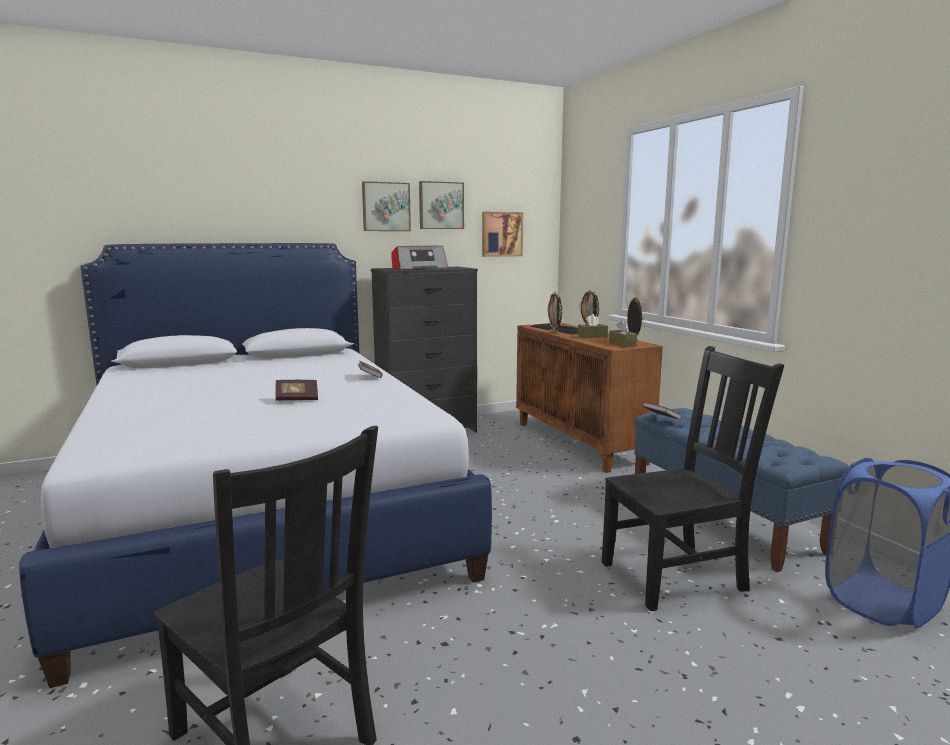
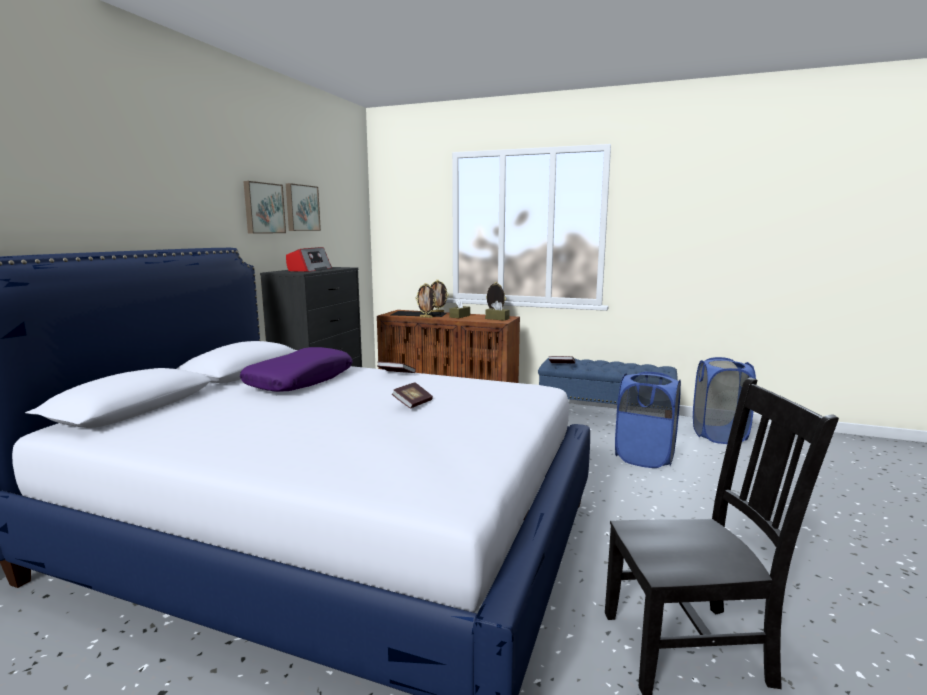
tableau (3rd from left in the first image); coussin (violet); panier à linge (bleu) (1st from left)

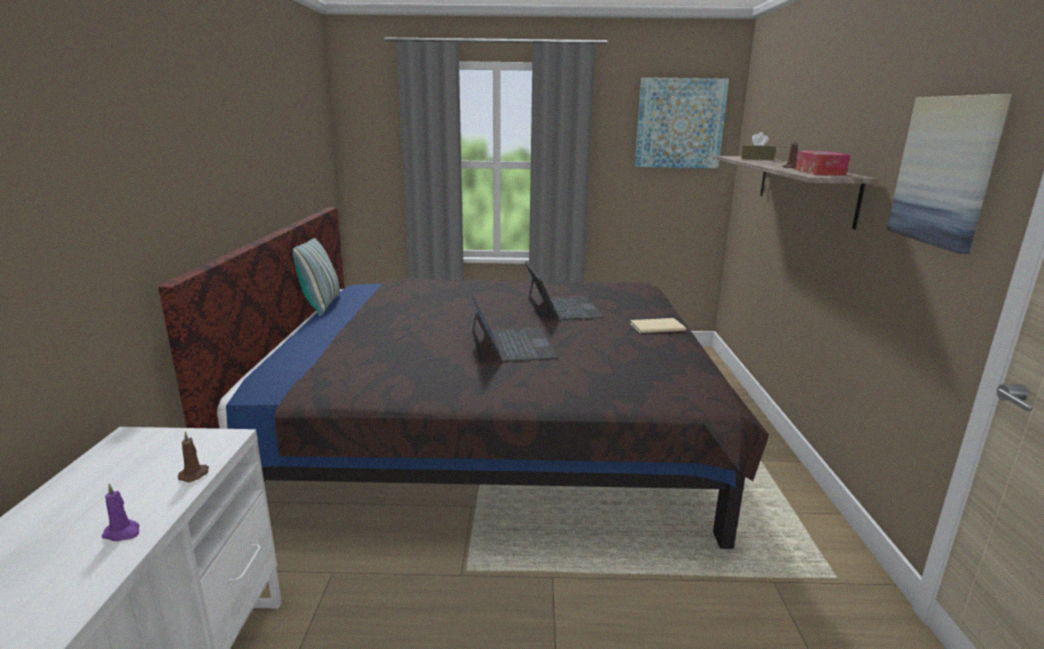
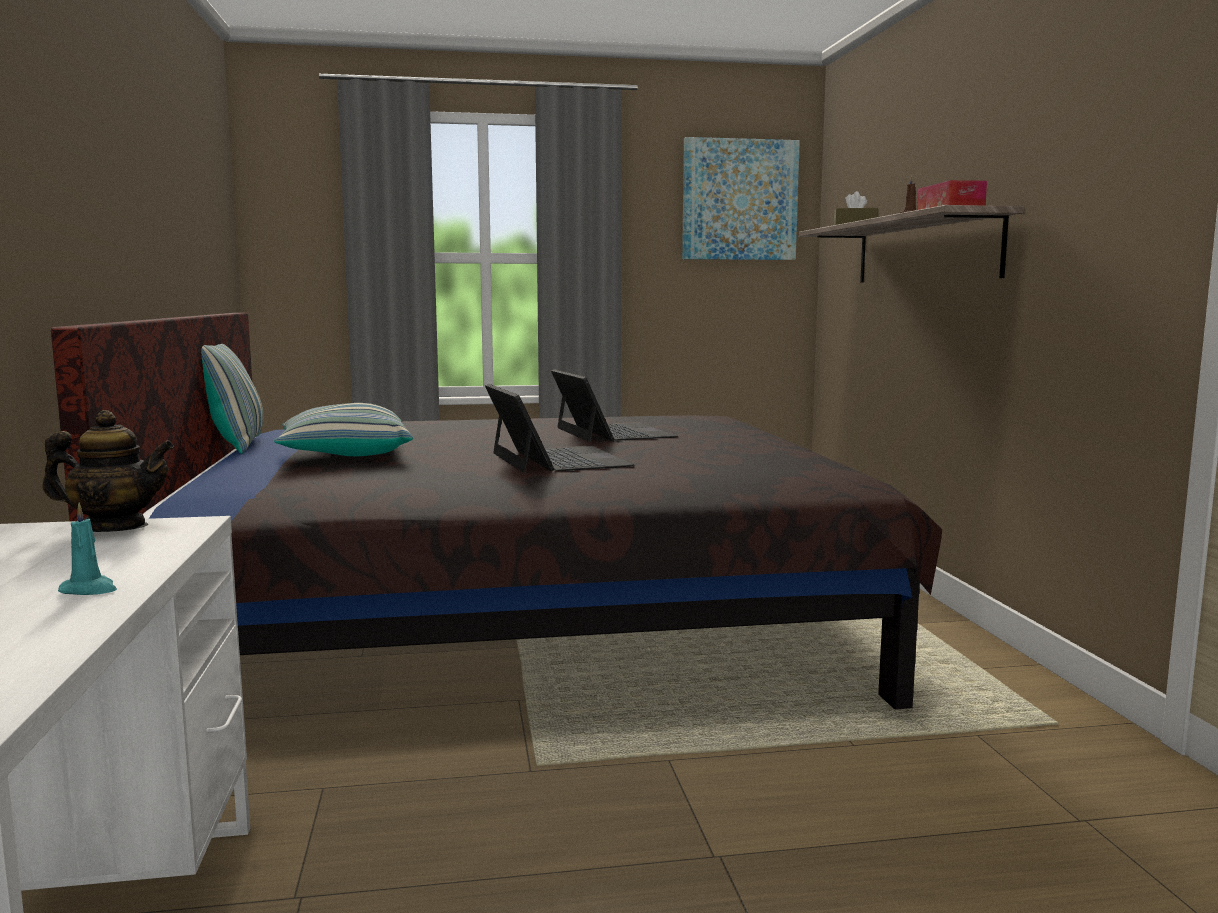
bougie (marron) (1st from left in the first image); livre (beige); tableau (2nd from left in the first image); théière; coussin (2nd from left); bougie (turquoise)

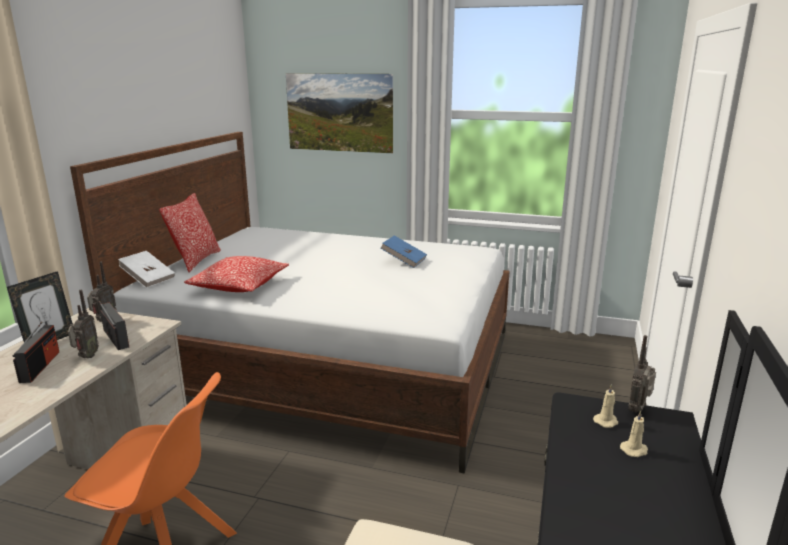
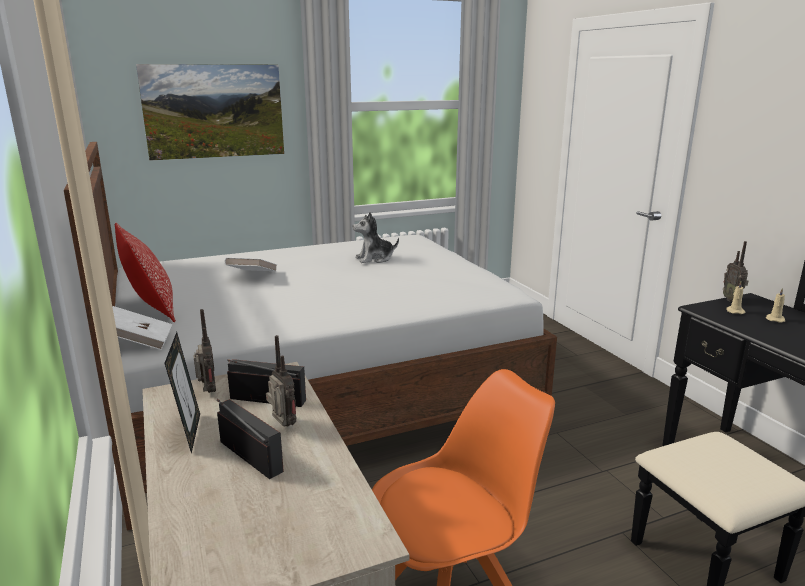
coussin (2nd from left in the first image); livre (blanc) (2nd from left); peluche

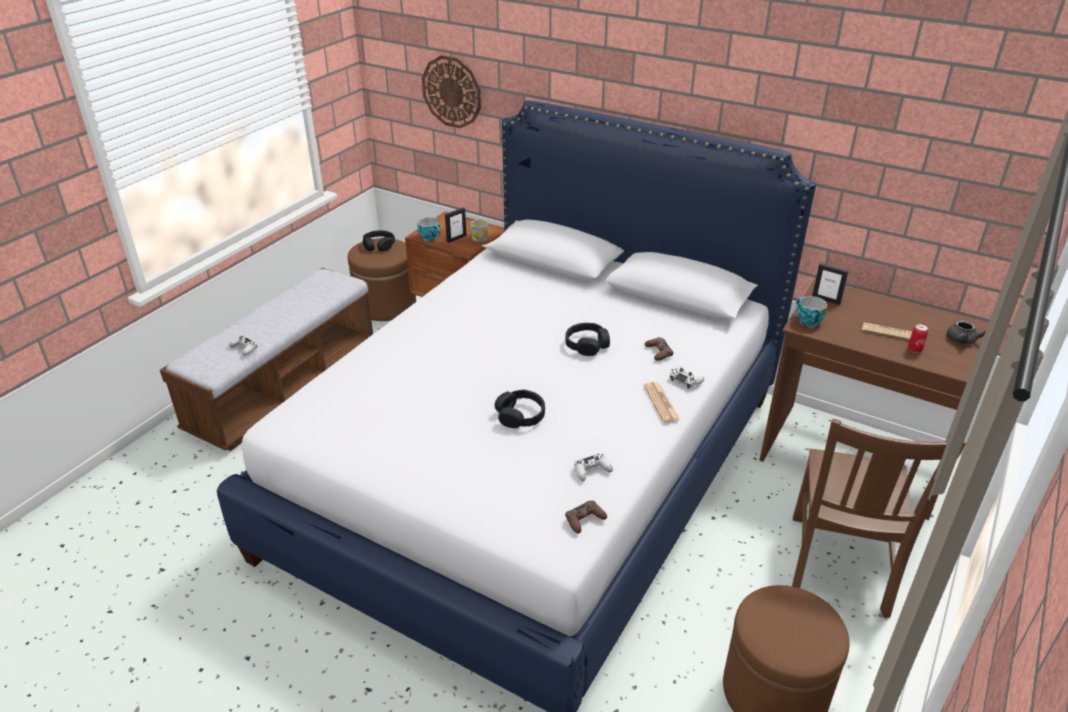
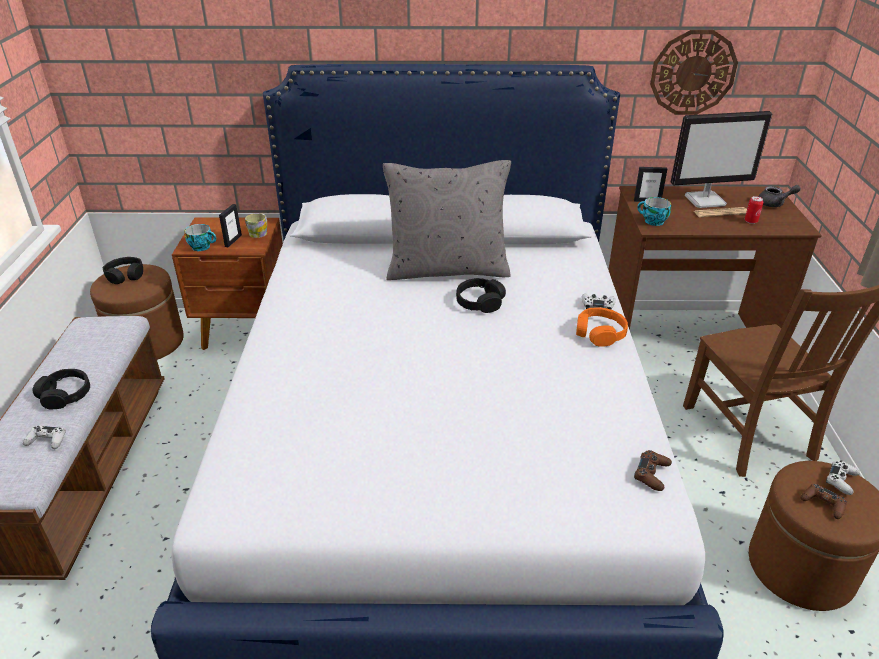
coussin (gris); écran d'ordinateur; horloge murale; casque audio (noir) (1st from left); manette (blanc) (3rd from left); manette (marron) (2nd from left); casque audio (orange)

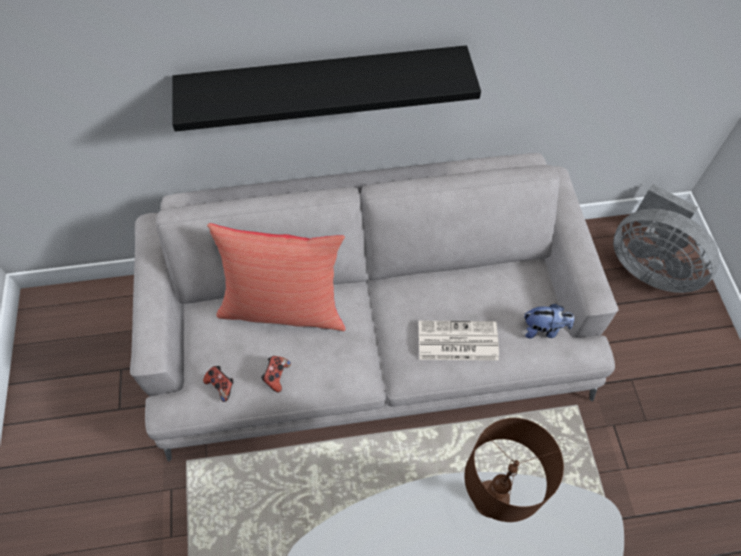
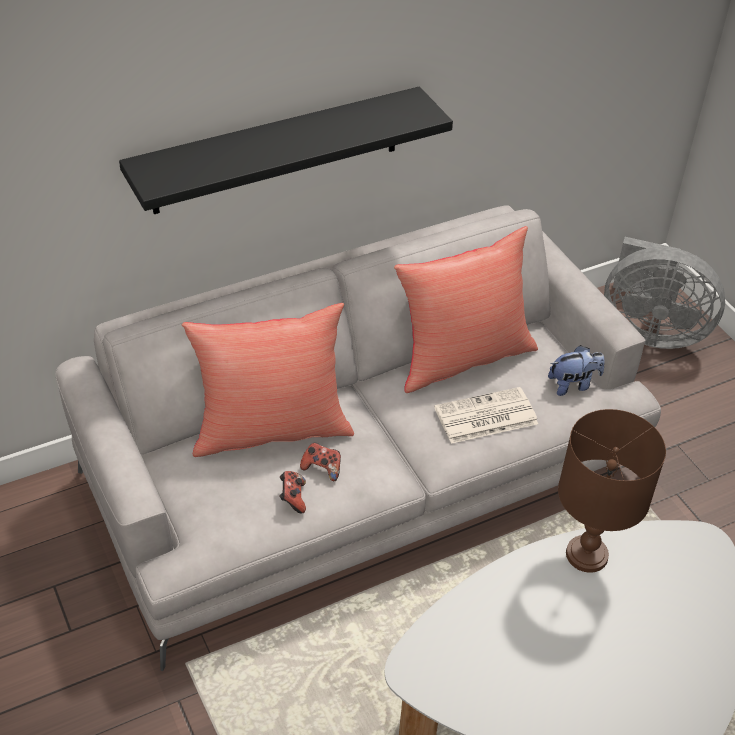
coussin (rouge) (2nd from left); manette (2nd from left)

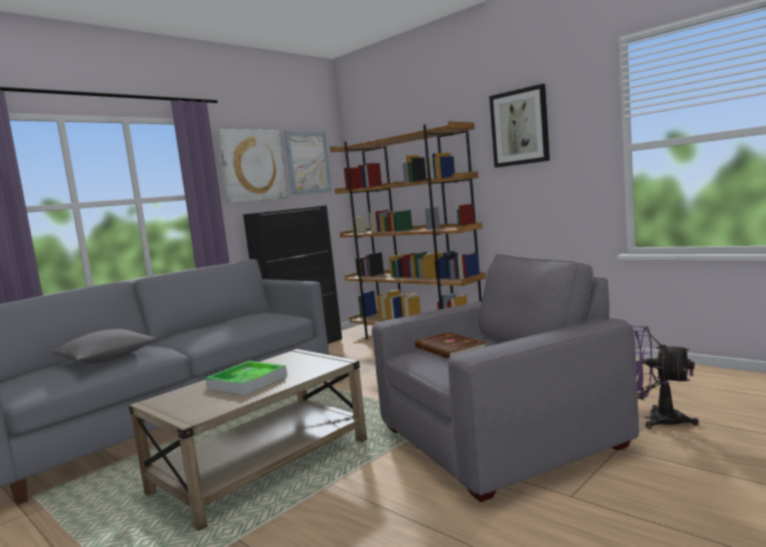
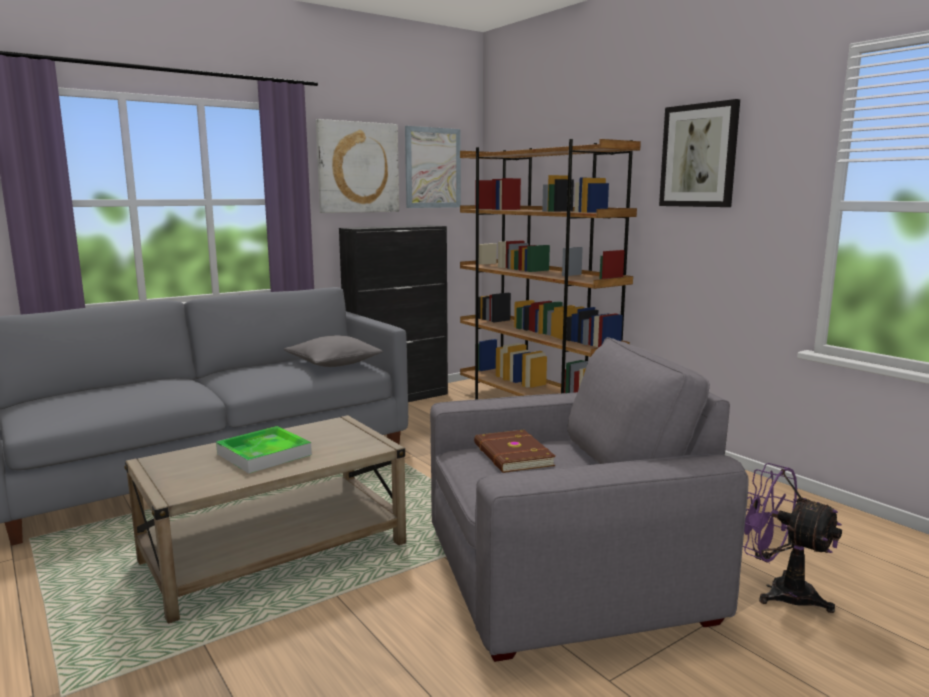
coussin (gris)

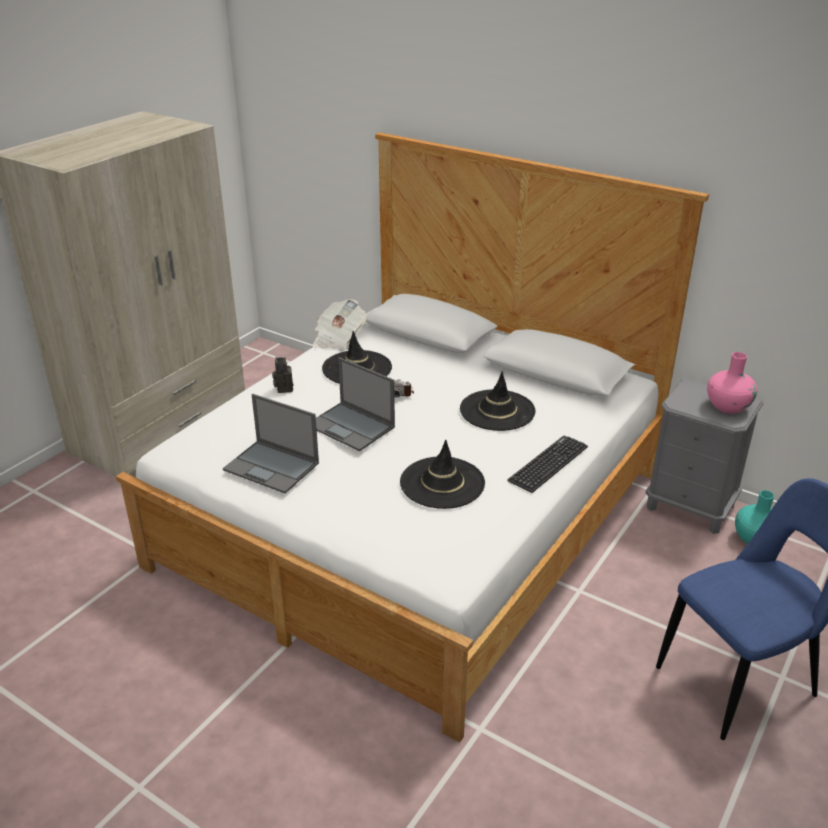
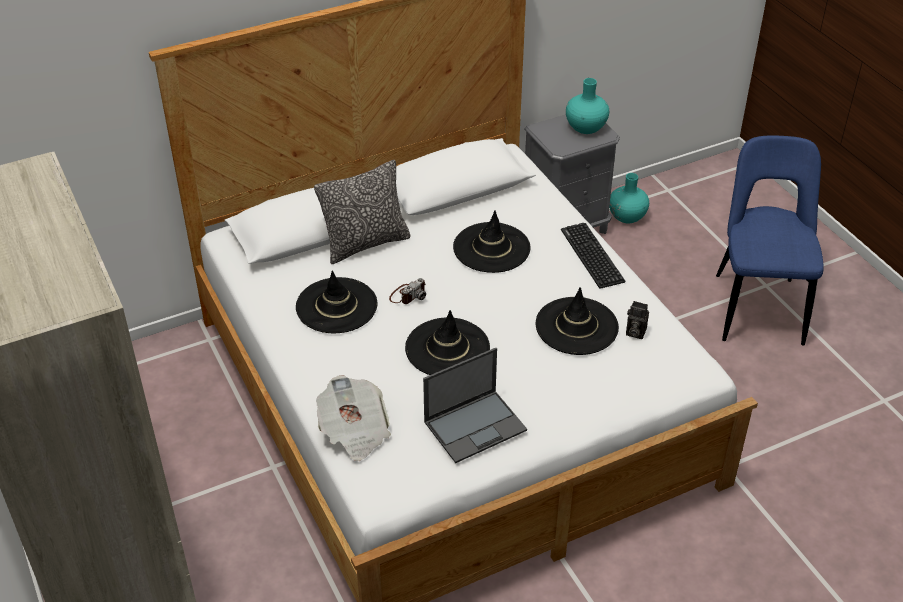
coussin; appareil photo (2nd from left); journal; chapeau (noir) (2nd from left); vase (turquoise) (1st from left)

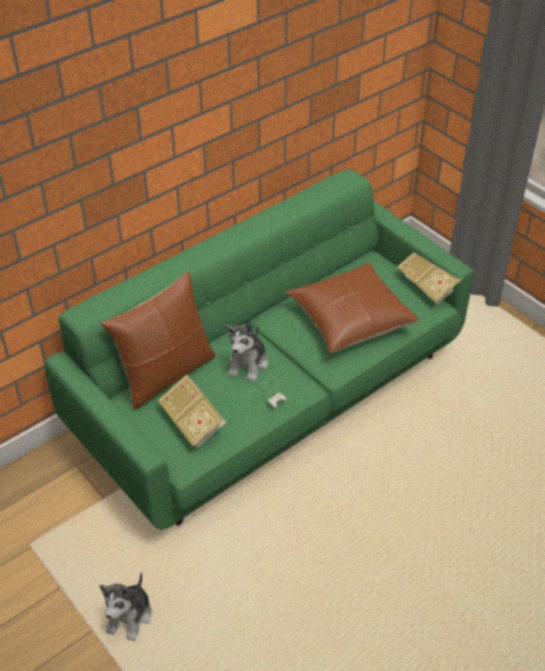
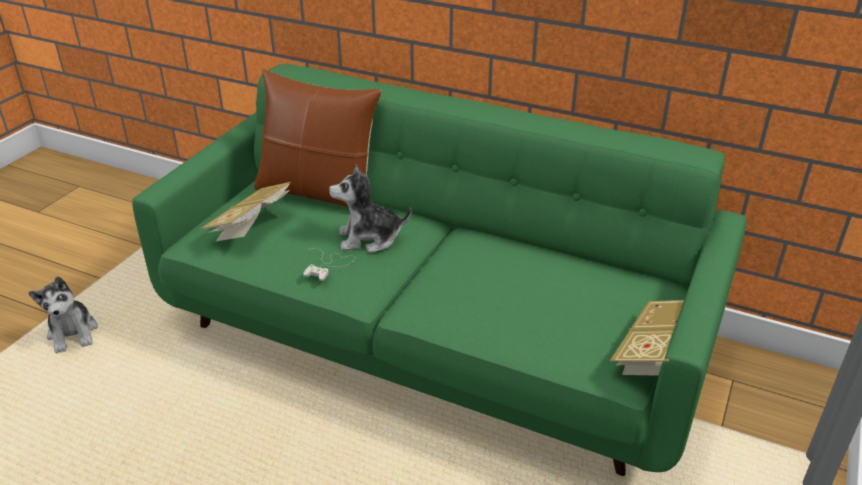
coussin (marron) (2nd from left in the first image); peluche (1st from left)

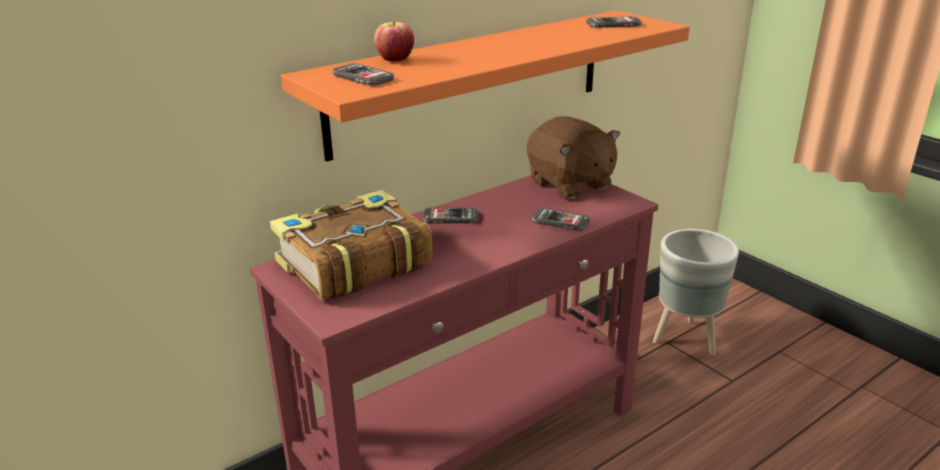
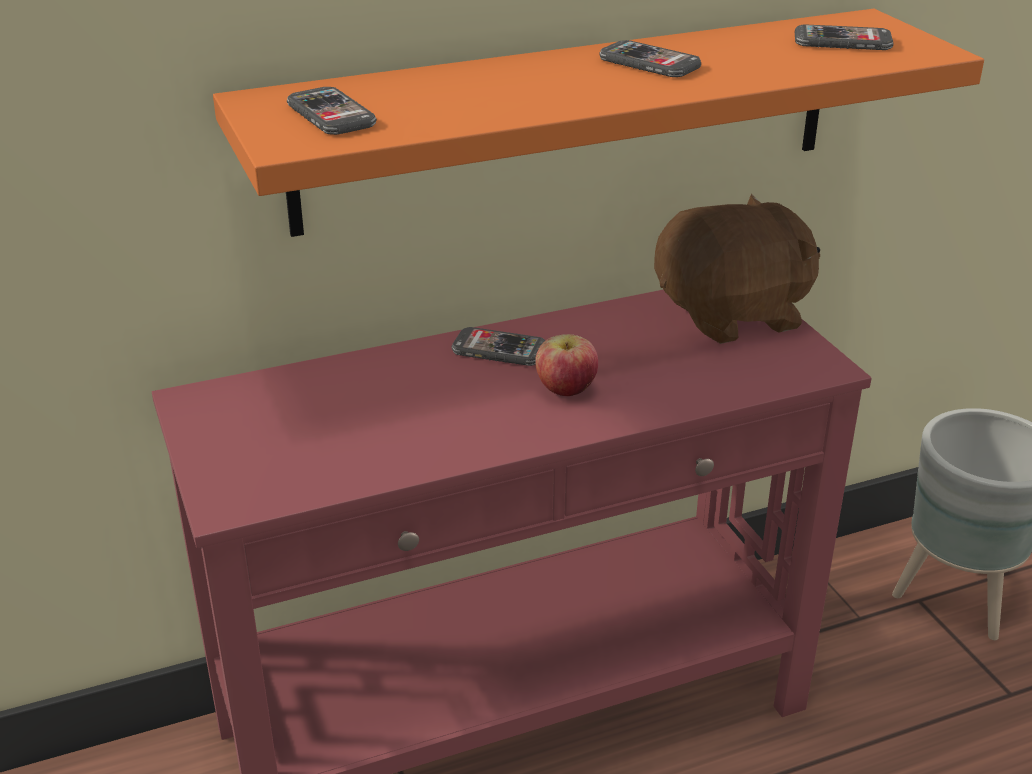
livre; pomme; téléphone (3rd from left); peluche (marron)

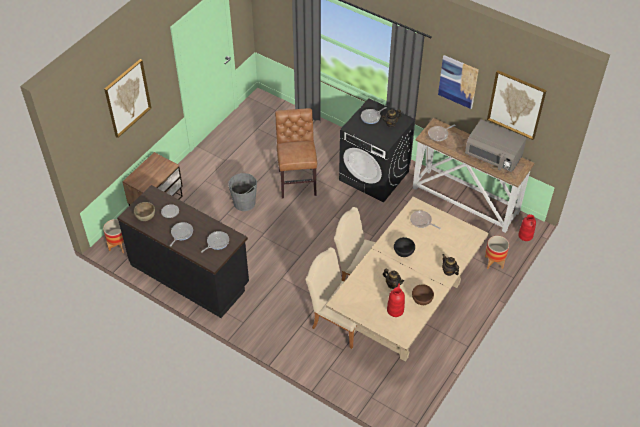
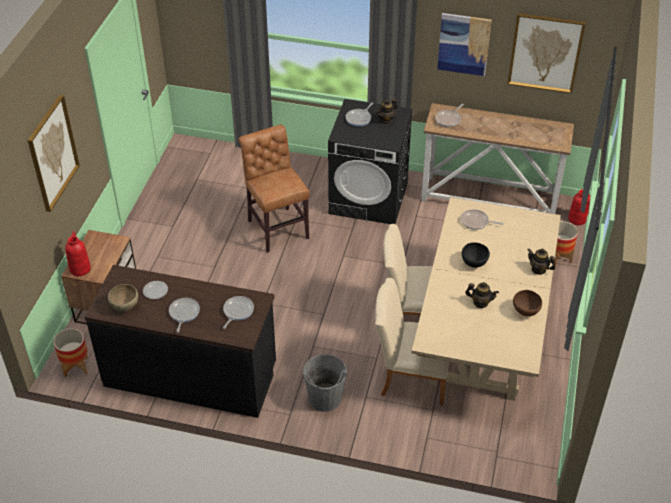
micro-ondes (gris); seau (gris); vase (rouge) (1st from left)

